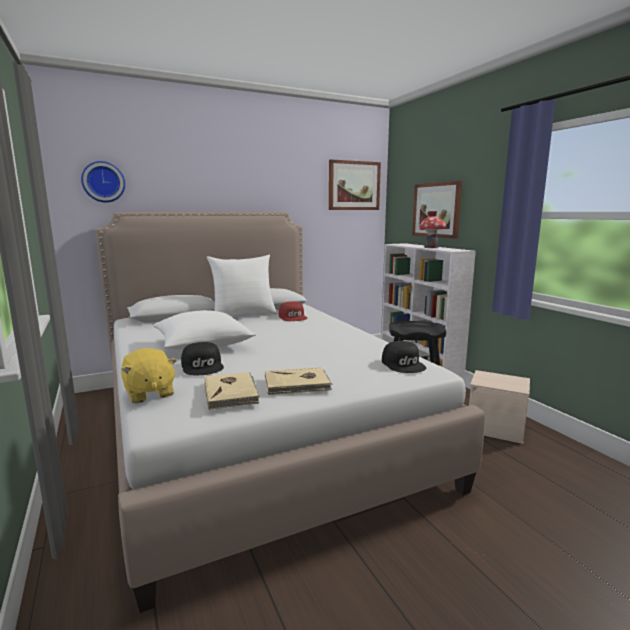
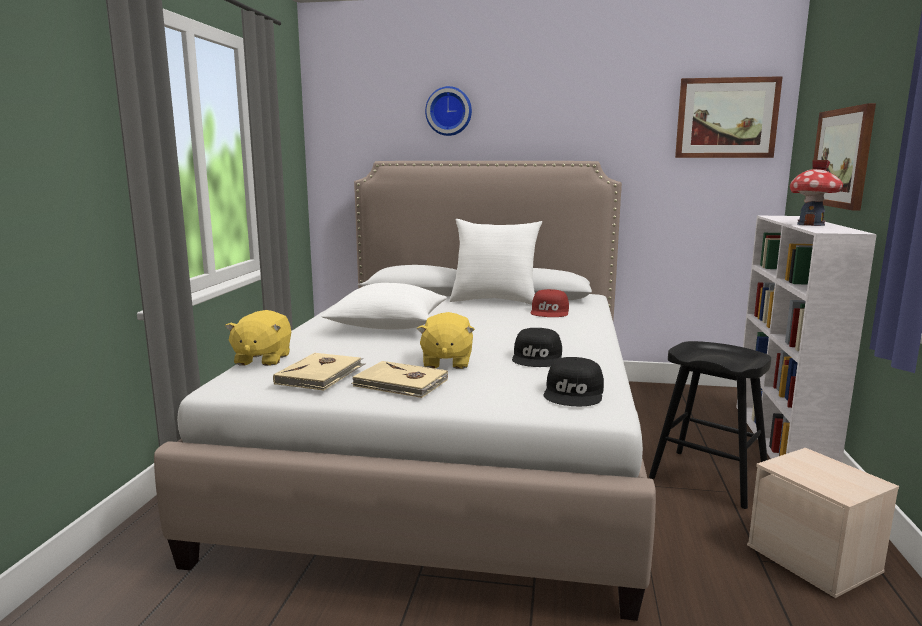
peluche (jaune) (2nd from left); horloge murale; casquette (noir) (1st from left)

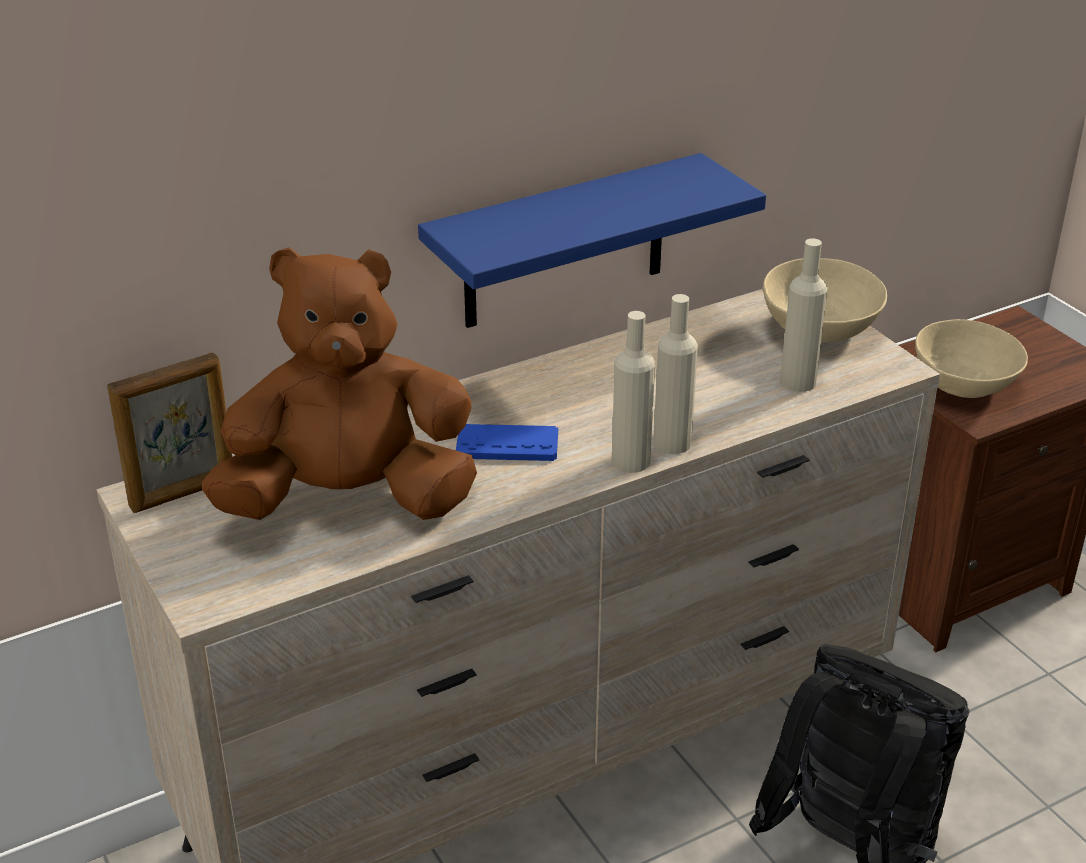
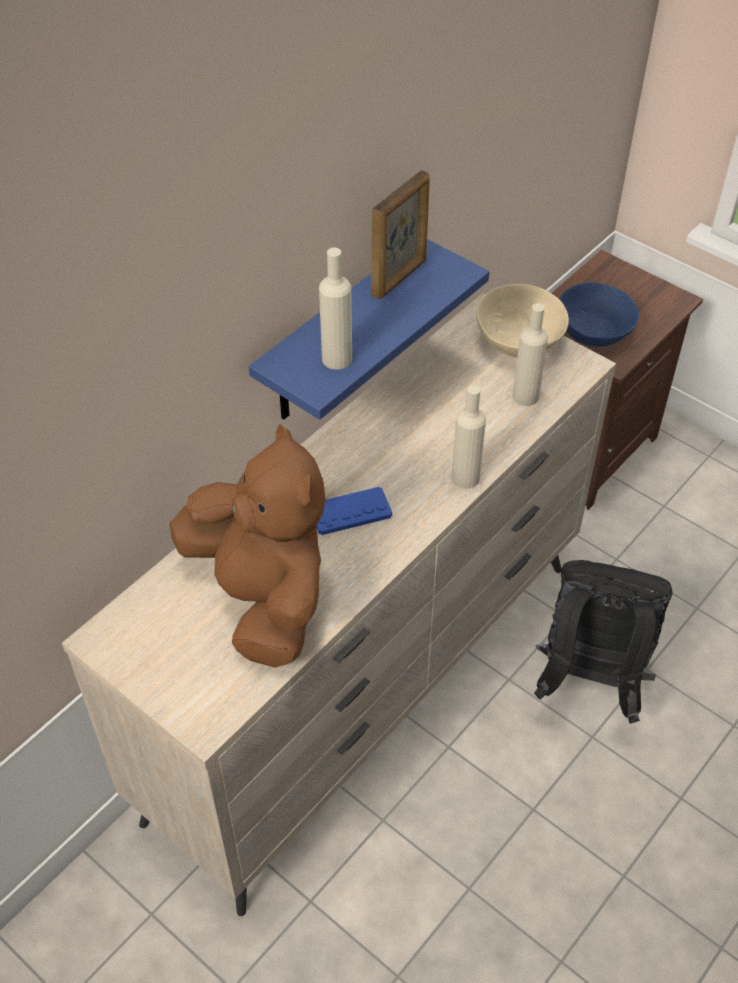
cadre photo; bouteille (beige) (1st from left); bol (bleu); peluche (marron)

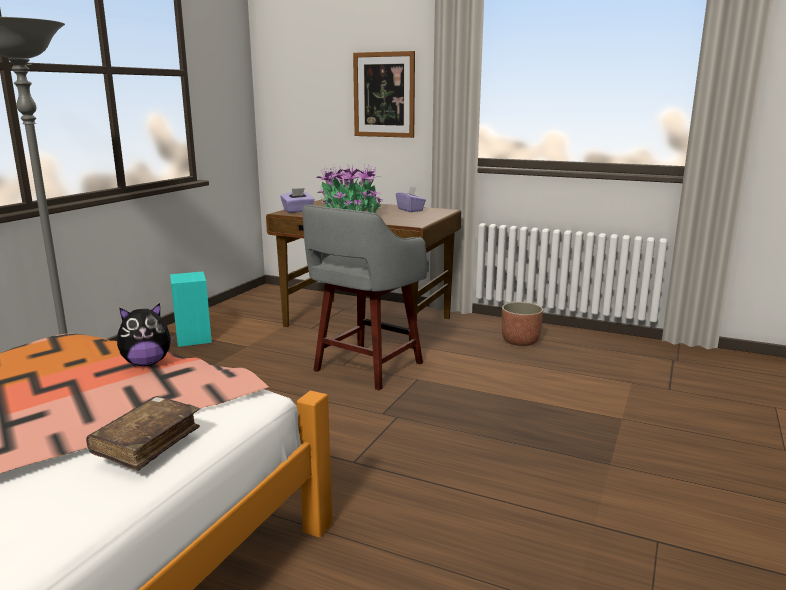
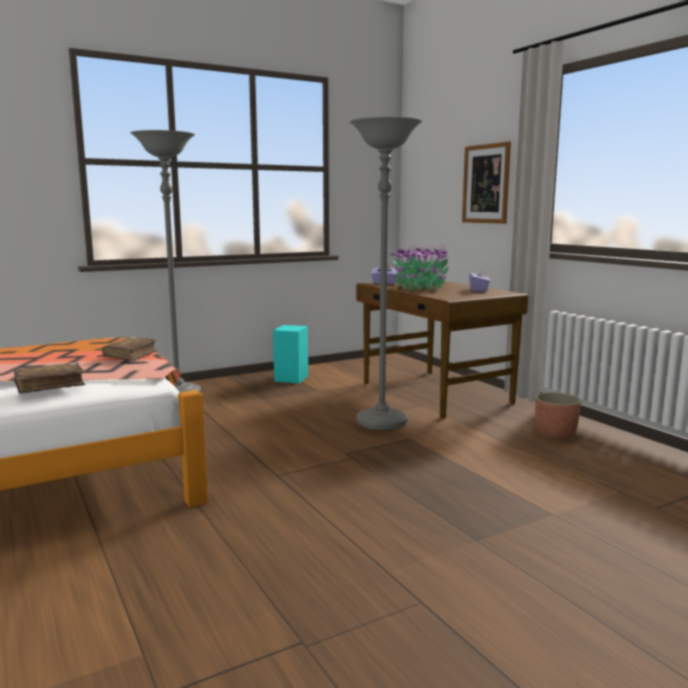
livre (marron) (2nd from left); lampadaire (gris) (2nd from left)

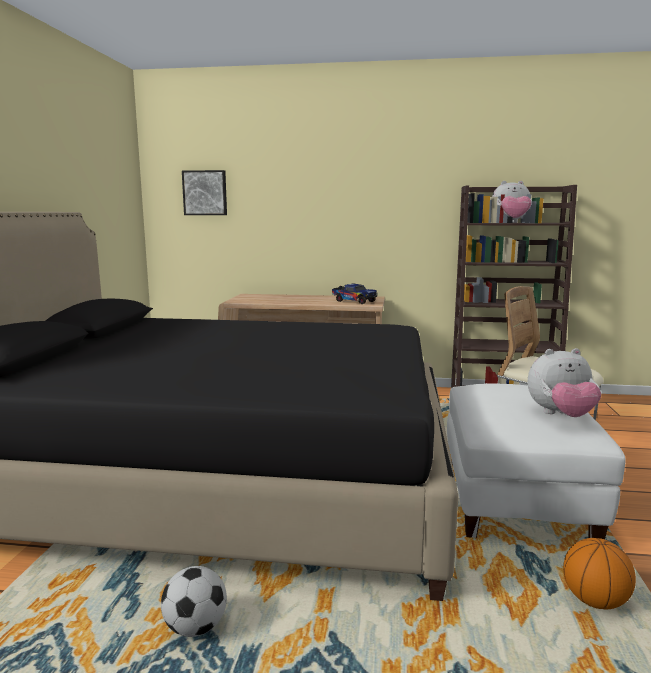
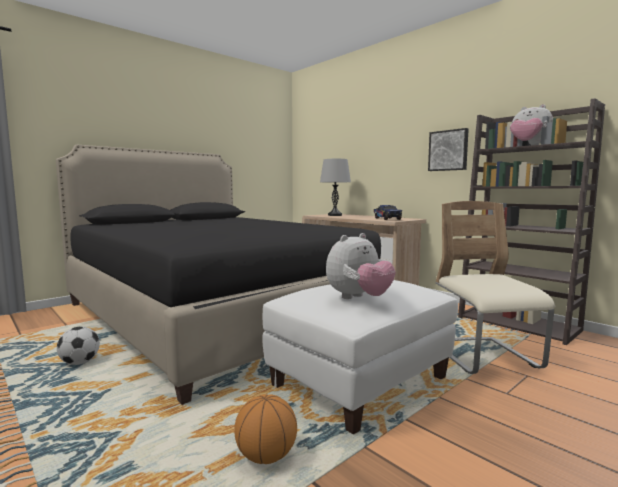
lampe de table (gris); tableau; peluche (1st from left)

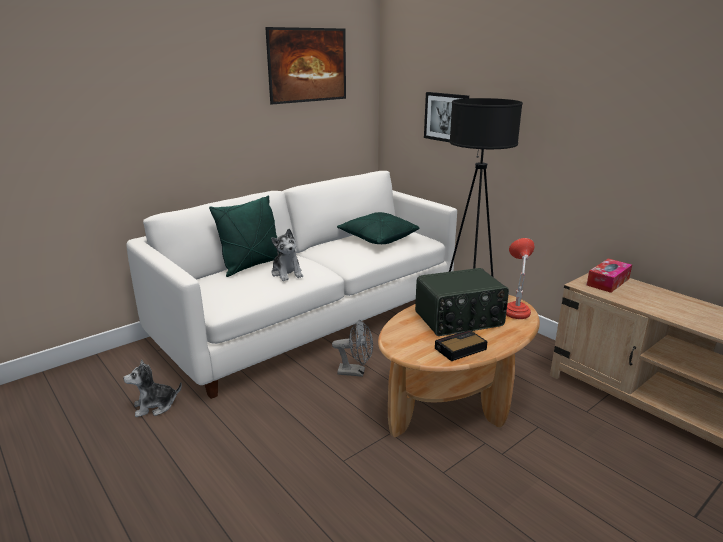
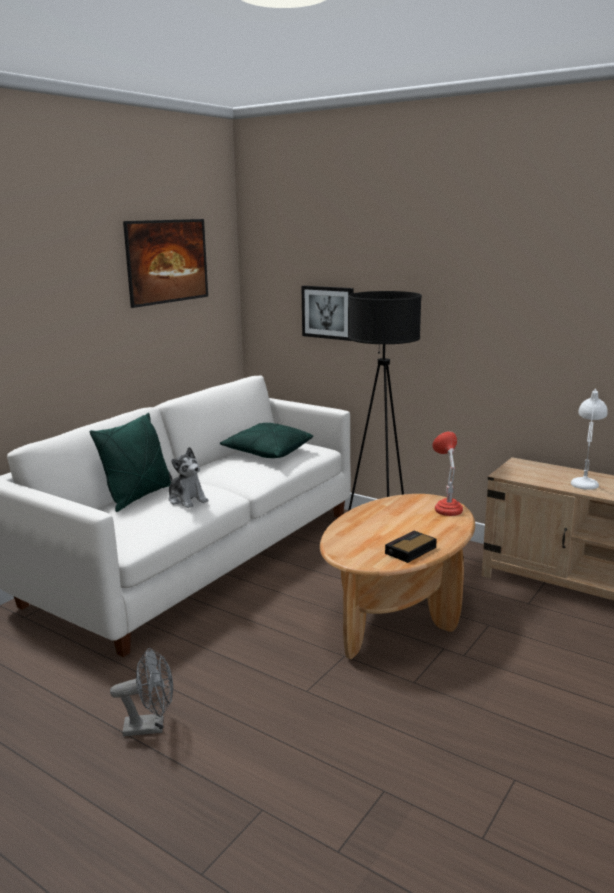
peluche (1st from left in the first image); radio; boîte à mouchoirs; lampe de table (blanc); ventilateur (gris)

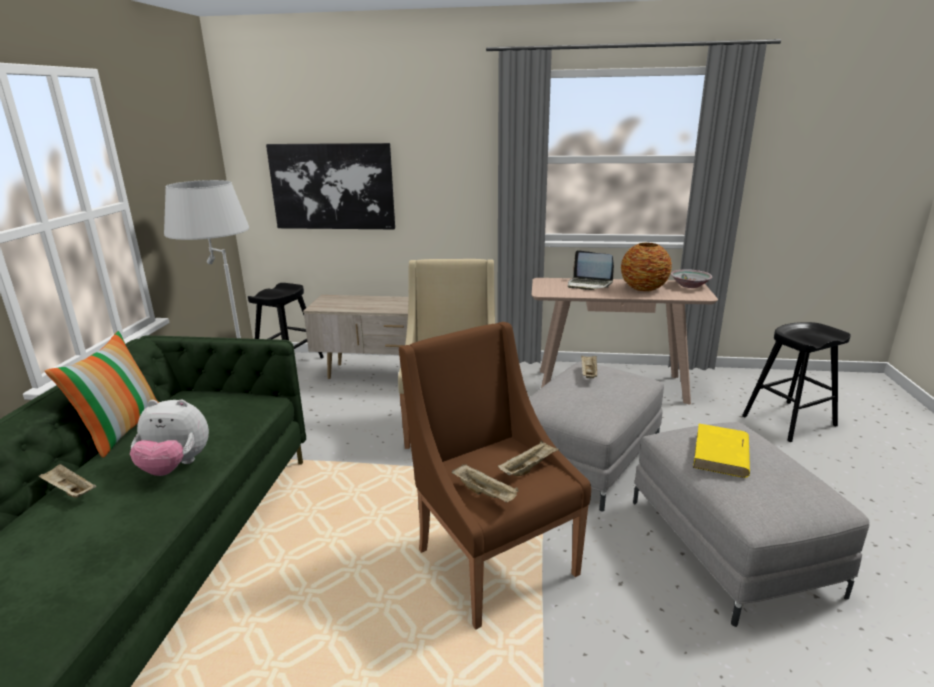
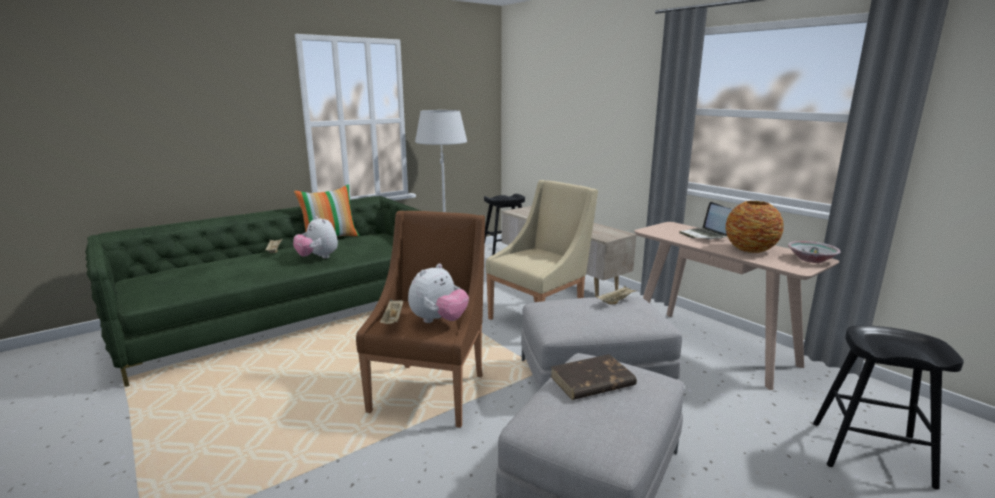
tableau; peluche (2nd from left); livre (marron)

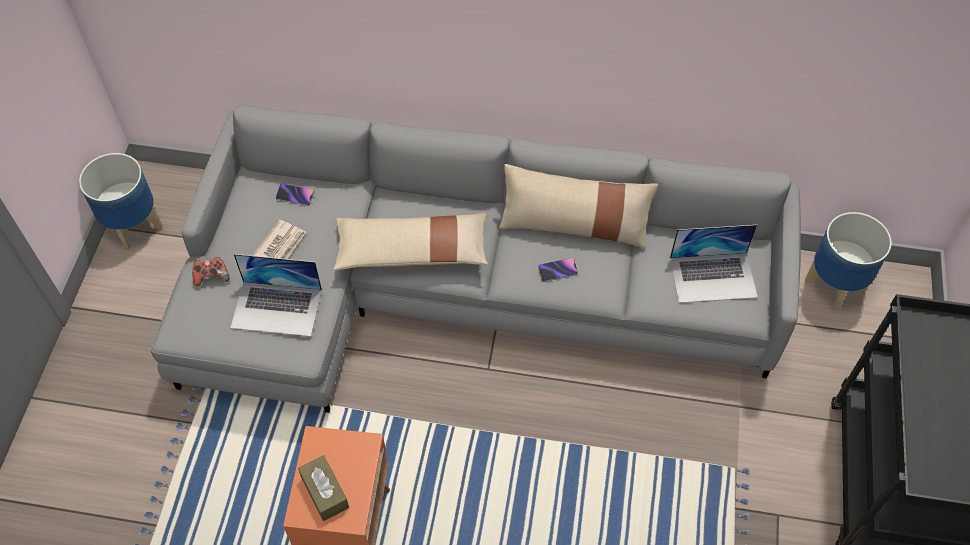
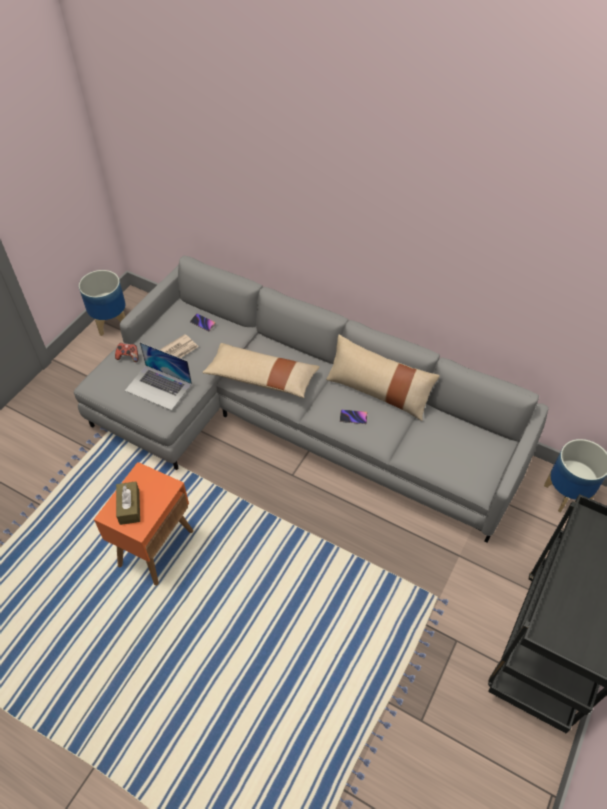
ordinateur portable (2nd from left in the first image)

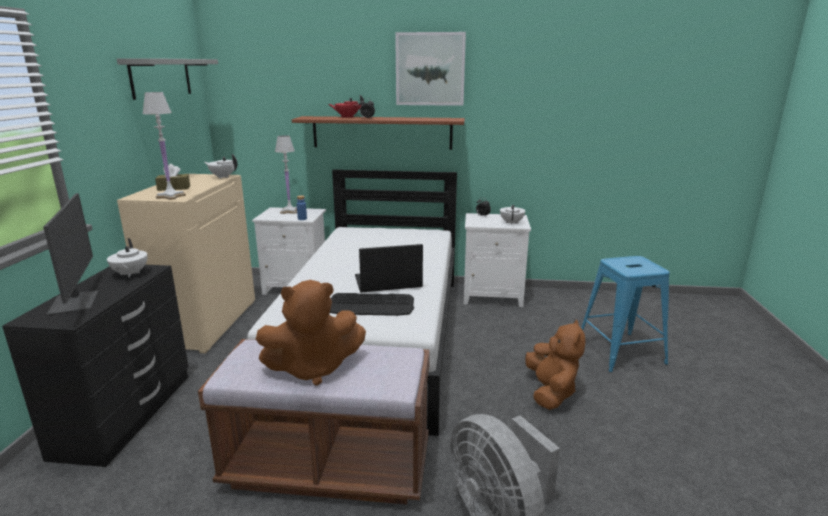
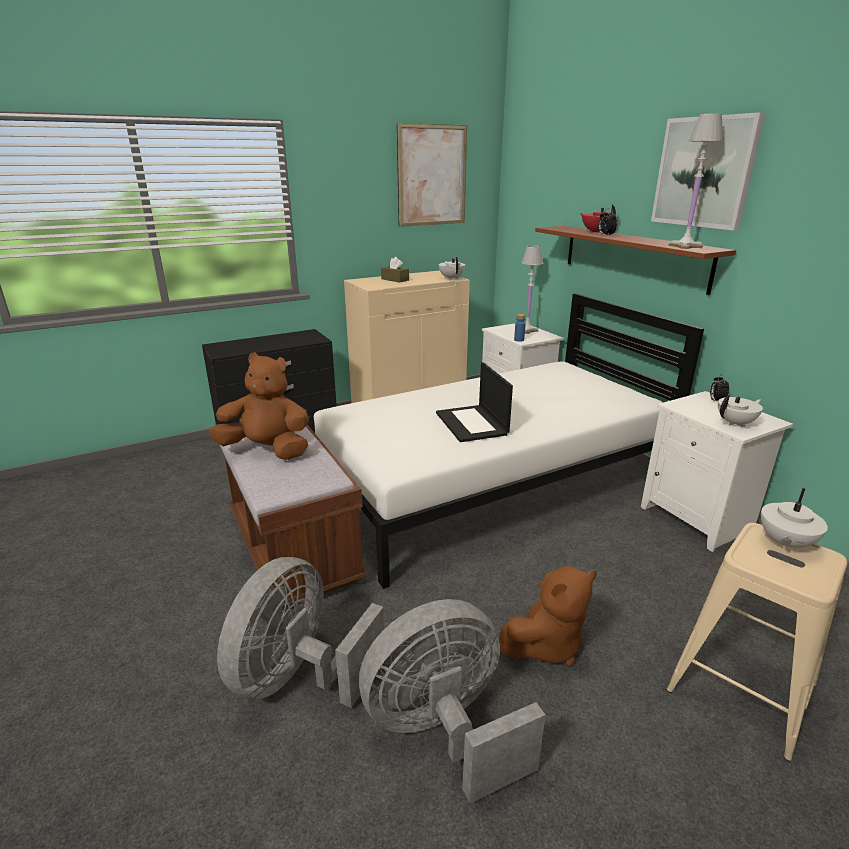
écran d'ordinateur; clavier; ventilateur (gris) (2nd from left); théière (blanc) (3rd from left); lampe de table (blanc) (2nd from left); tableau (1st from left); tabouret (beige); peluche (marron) (1st from left); ordinateur portable

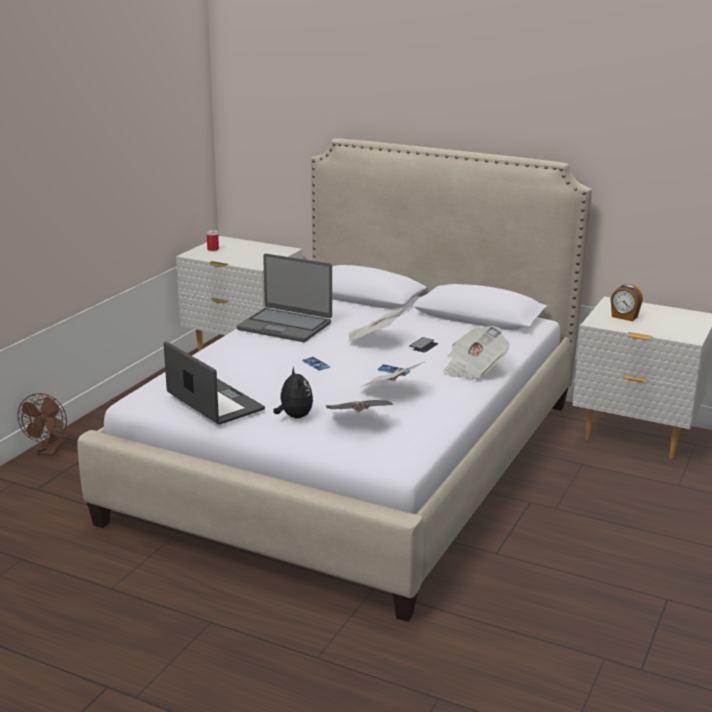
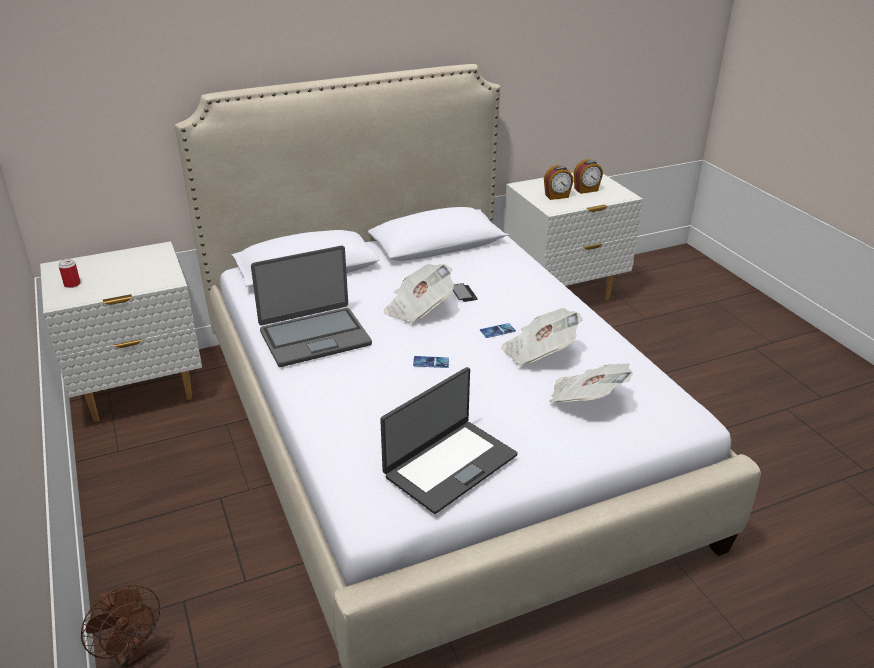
peluche; journal (4th from left in the first image); réveil (2nd from left); ordinateur portable (2nd from left)

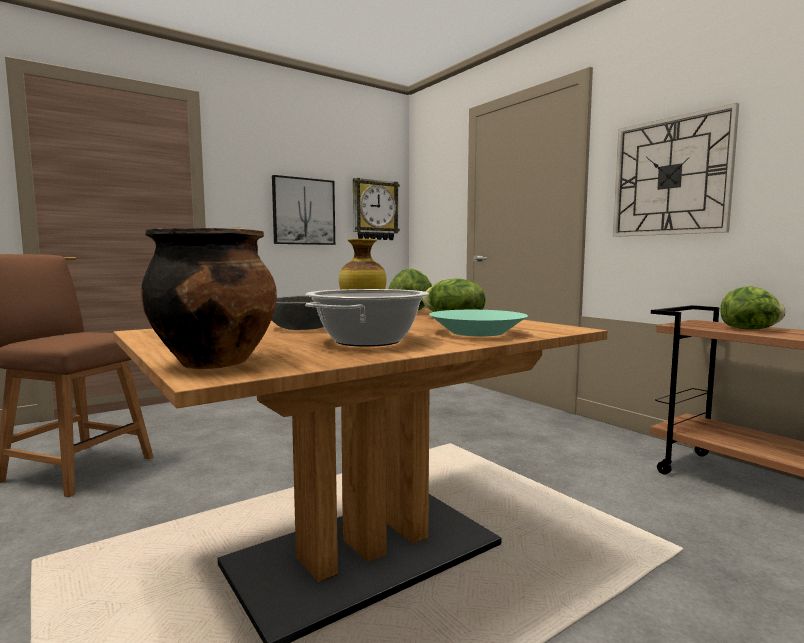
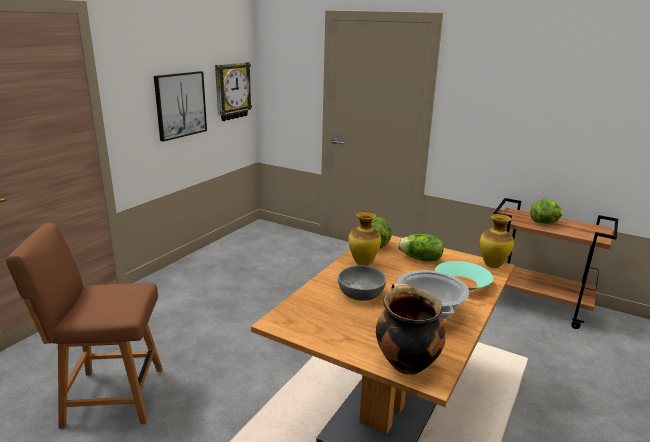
horloge murale (2nd from left in the first image); vase (2nd from left)

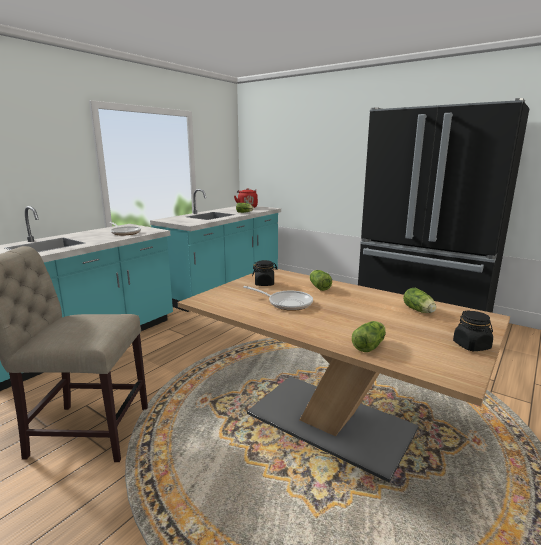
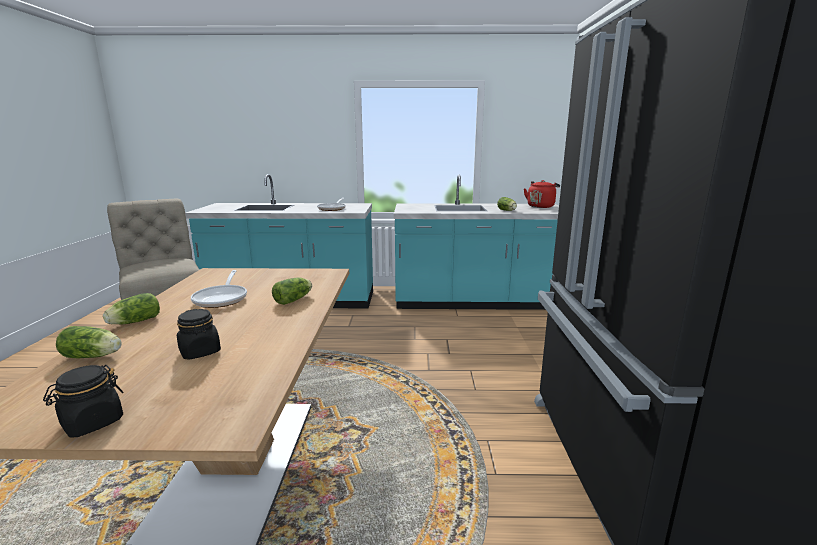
bocal (noir) (2nd from left); laitue (2nd from left)

